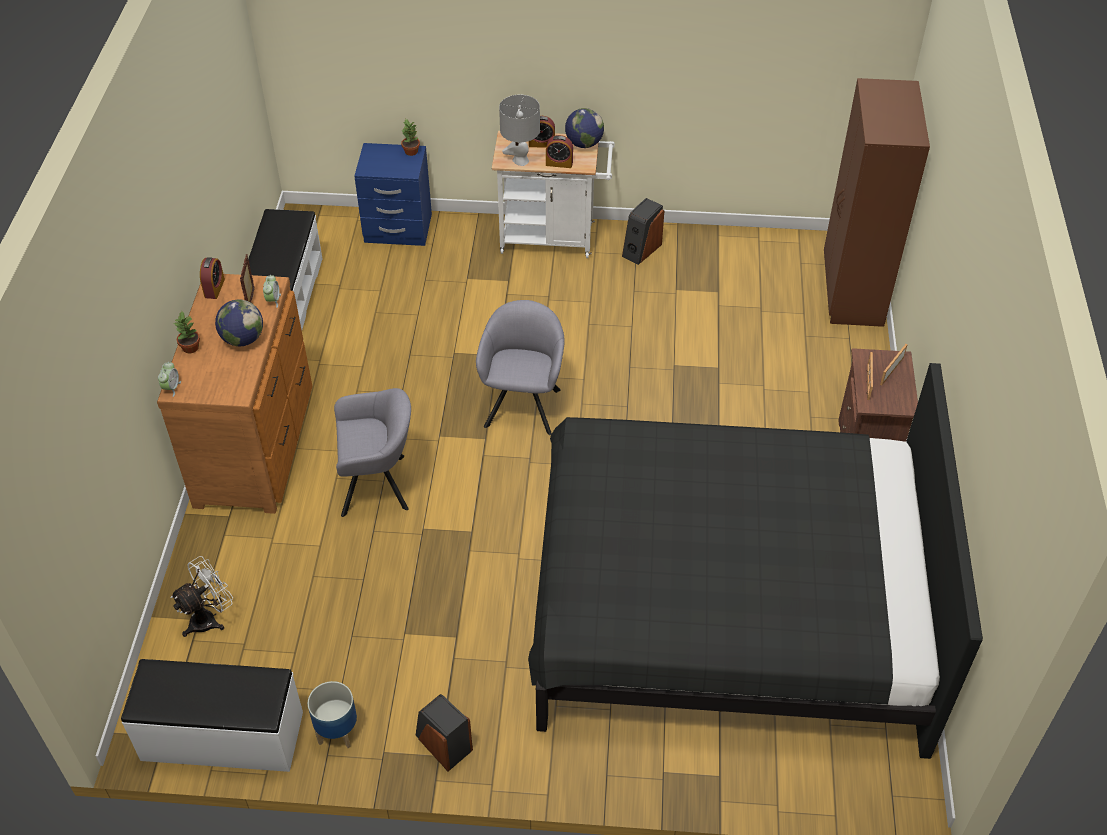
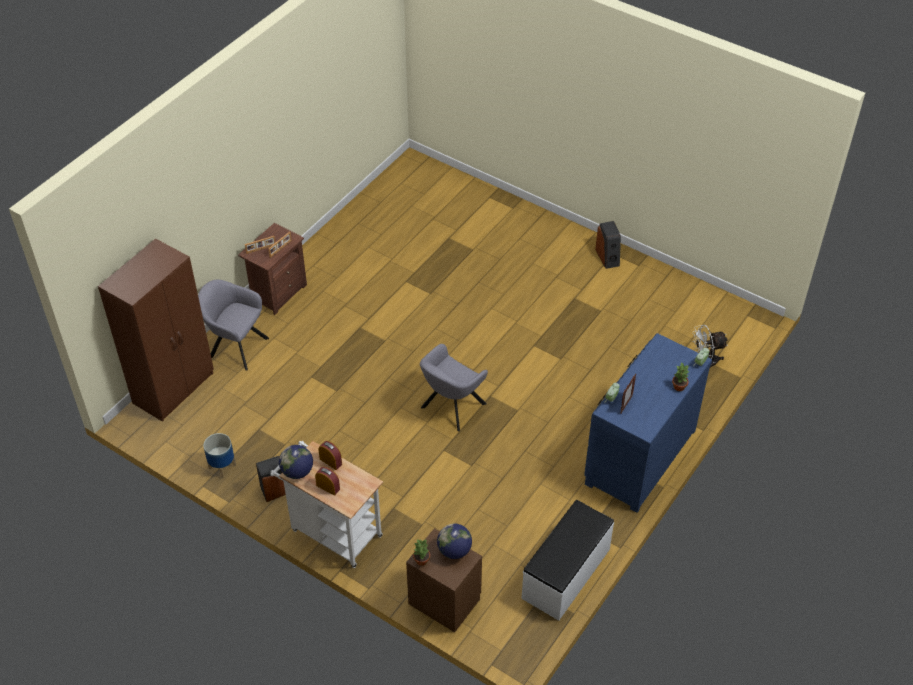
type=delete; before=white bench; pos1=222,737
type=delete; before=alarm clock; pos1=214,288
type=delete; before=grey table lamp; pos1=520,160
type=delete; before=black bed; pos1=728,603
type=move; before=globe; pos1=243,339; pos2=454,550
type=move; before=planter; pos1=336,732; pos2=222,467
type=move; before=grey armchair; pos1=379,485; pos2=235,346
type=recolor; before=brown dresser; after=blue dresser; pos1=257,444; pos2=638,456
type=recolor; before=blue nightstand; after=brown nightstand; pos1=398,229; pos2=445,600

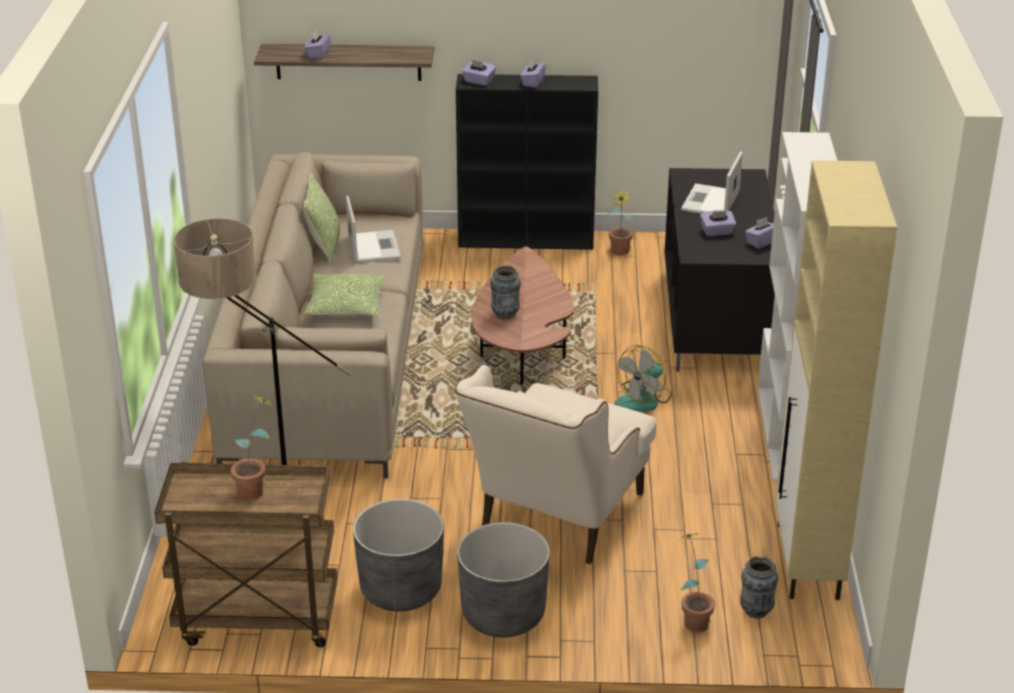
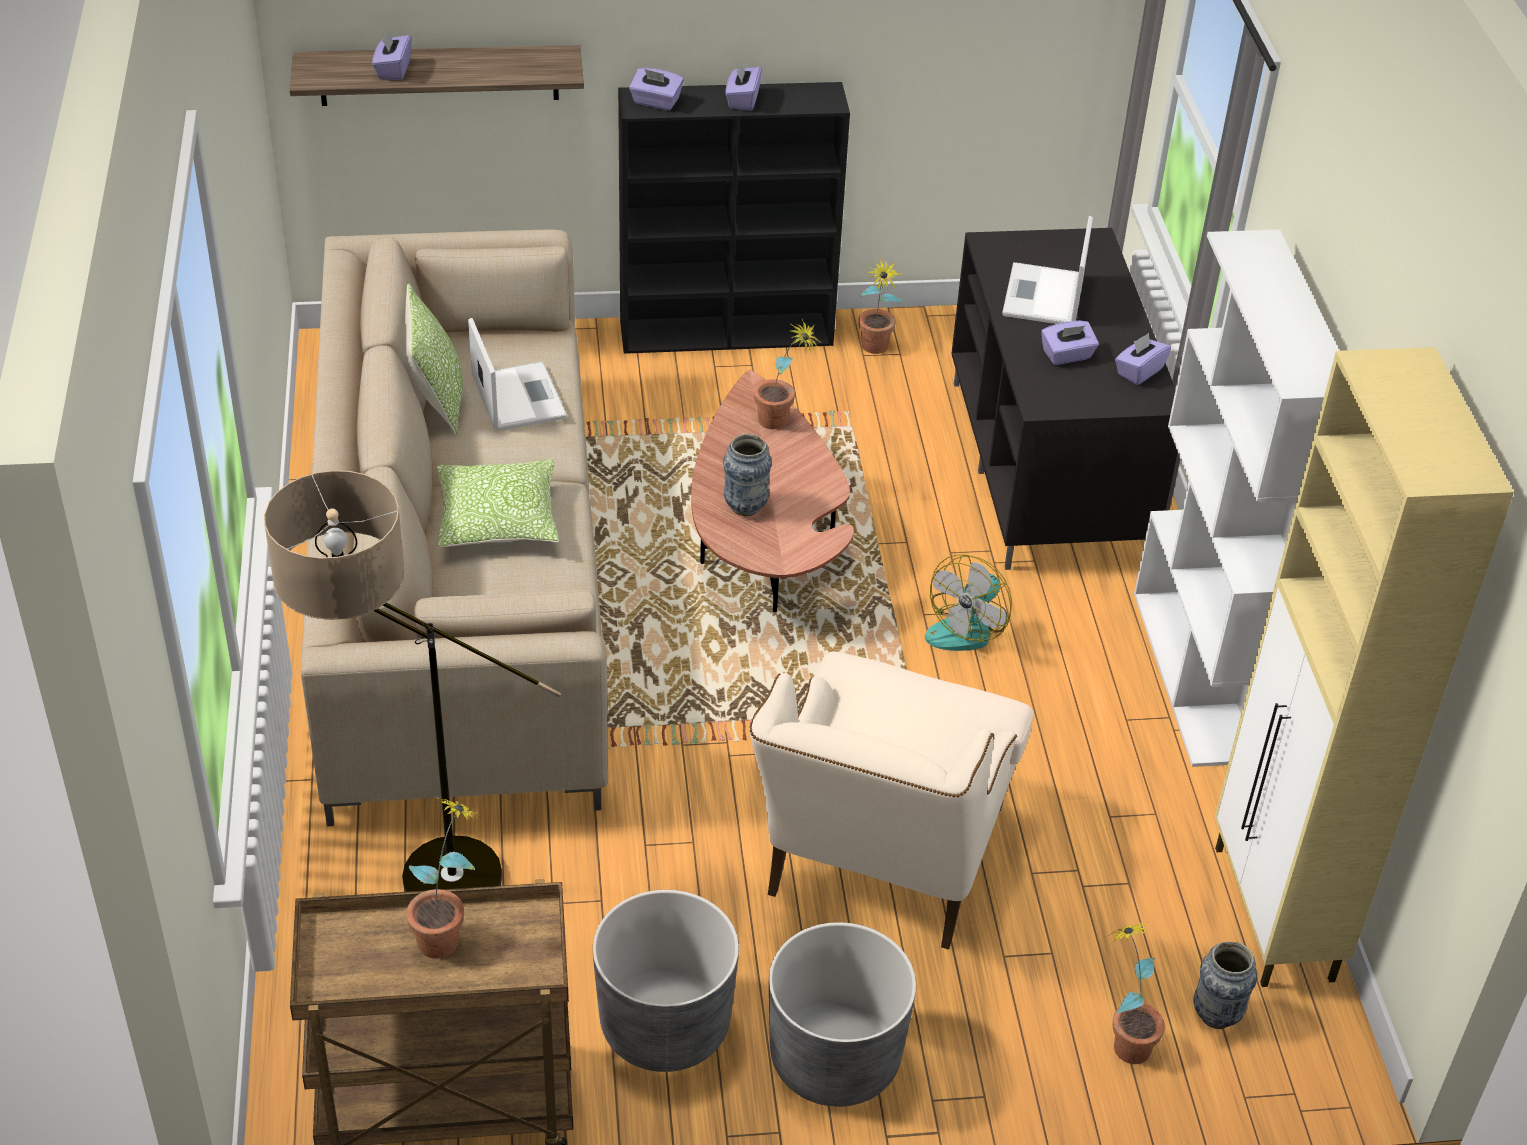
type=insert; after=potted plant; pos2=781,423

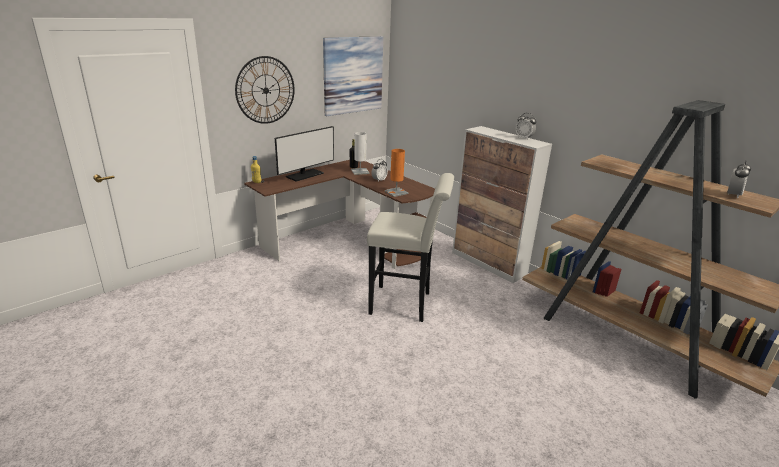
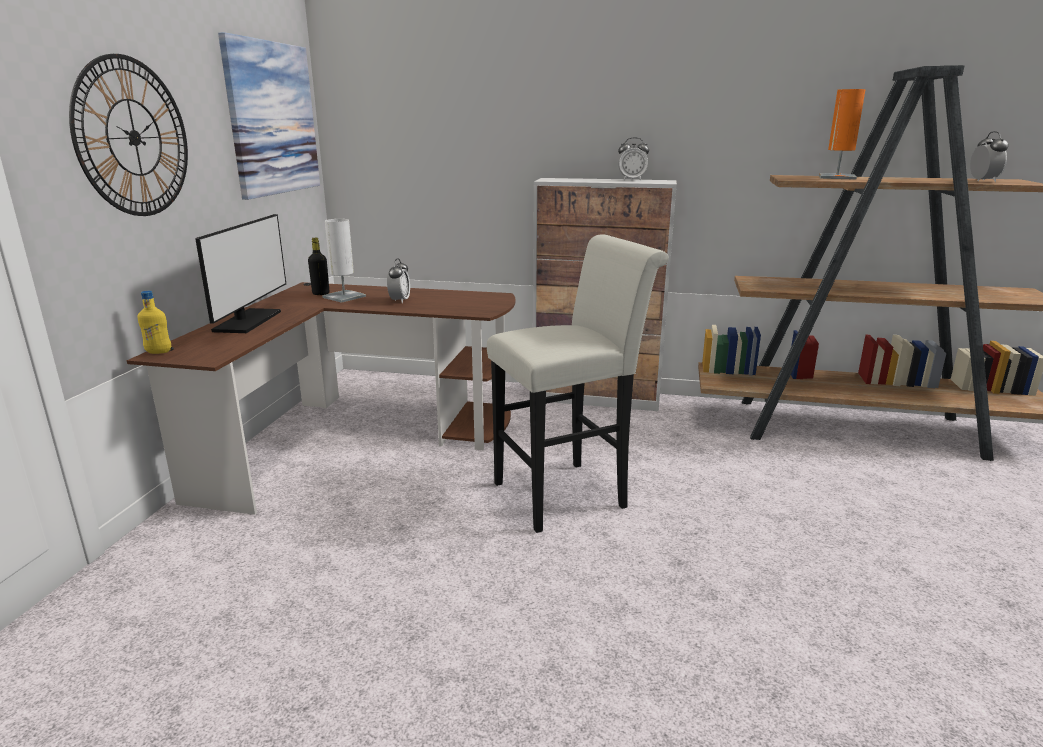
type=move; before=orange table lamp; pos1=396,192; pos2=837,177

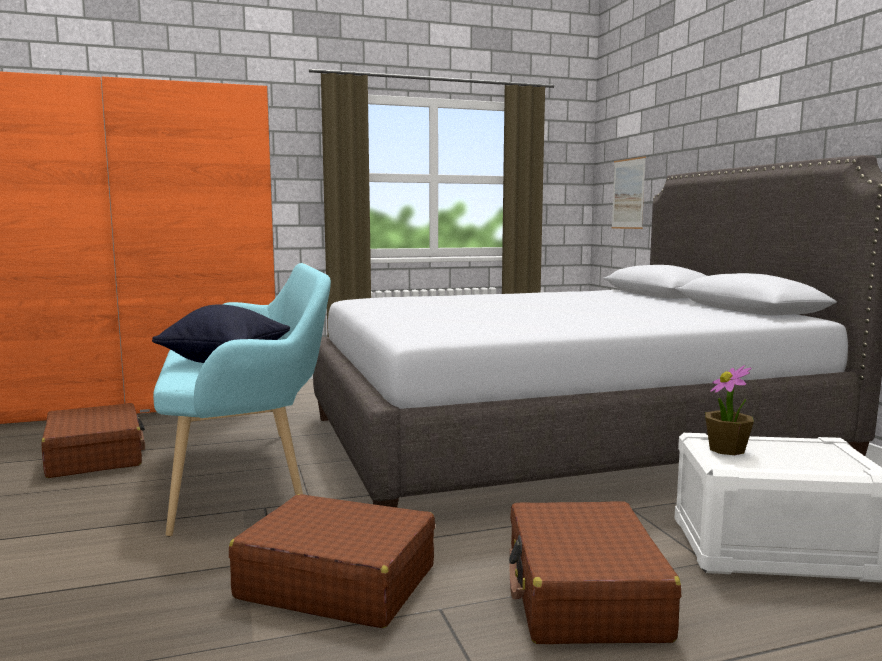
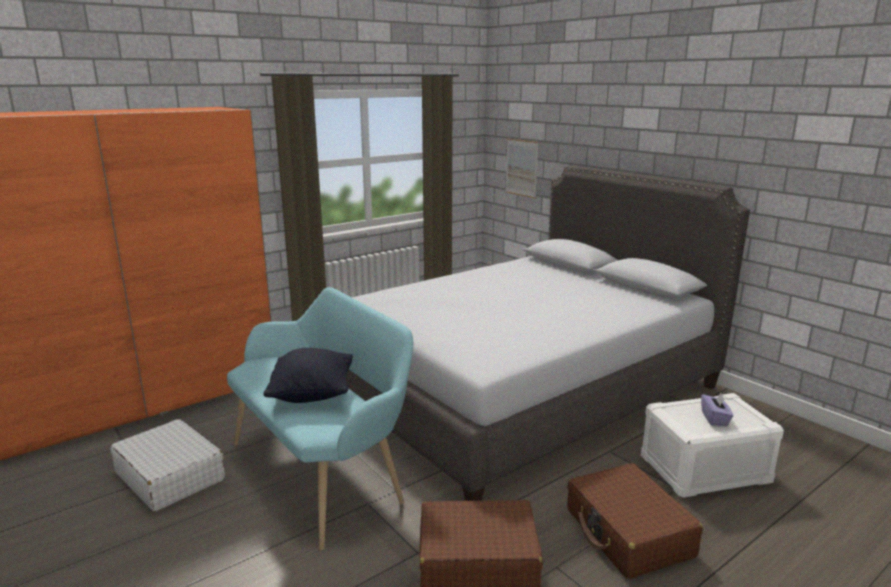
type=delete; before=potted plant; pos1=727,449
type=insert; after=purple tissue box; pos2=715,419
type=recolor; before=brown suitcase; after=white suitcase; pos1=95,456; pos2=170,476

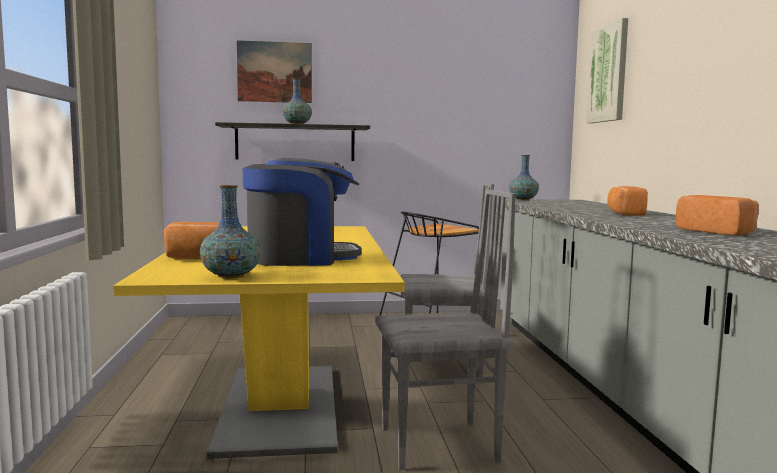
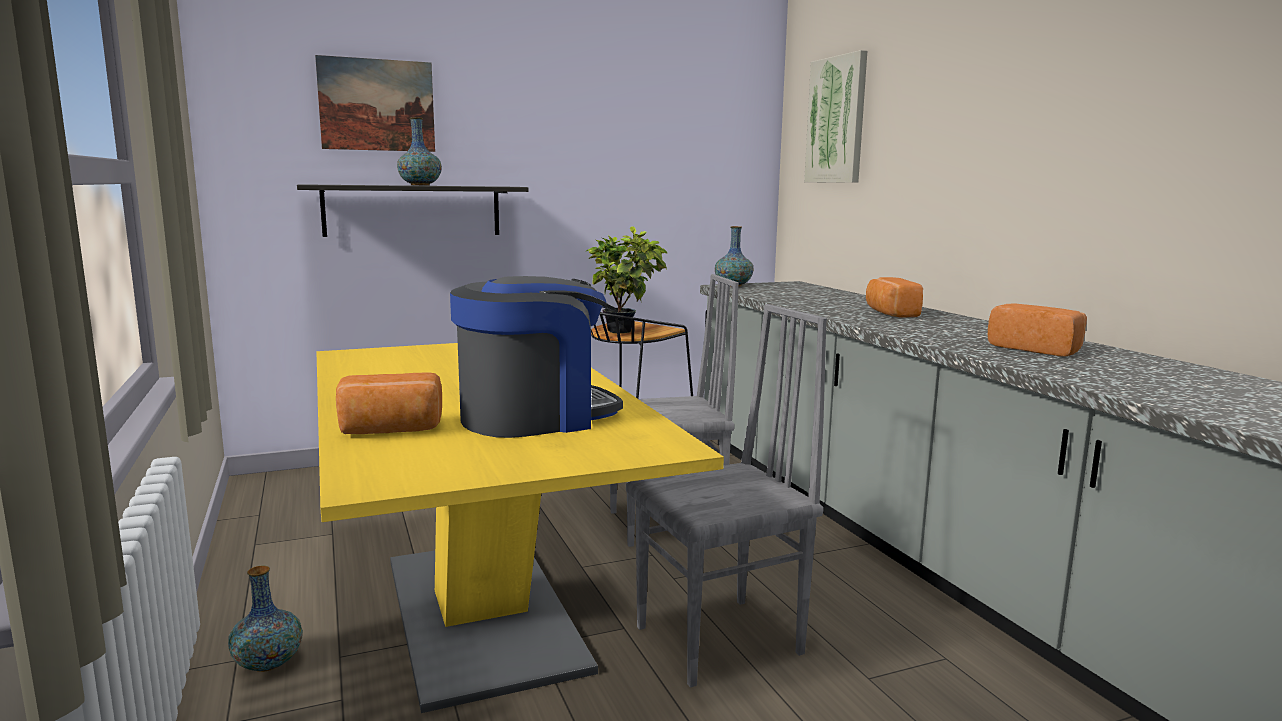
type=insert; after=potted plant; pos2=626,332
type=move; before=vase; pos1=231,276; pos2=268,663

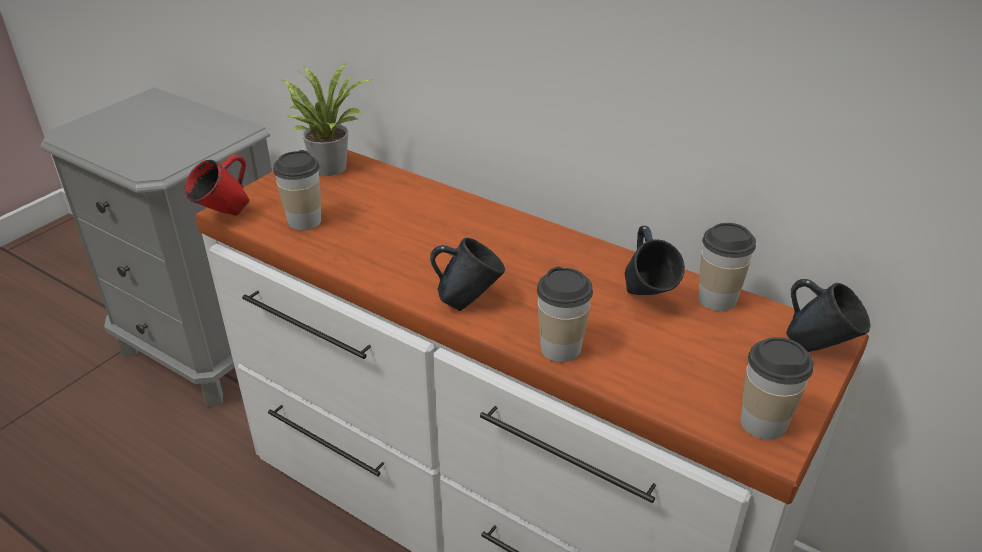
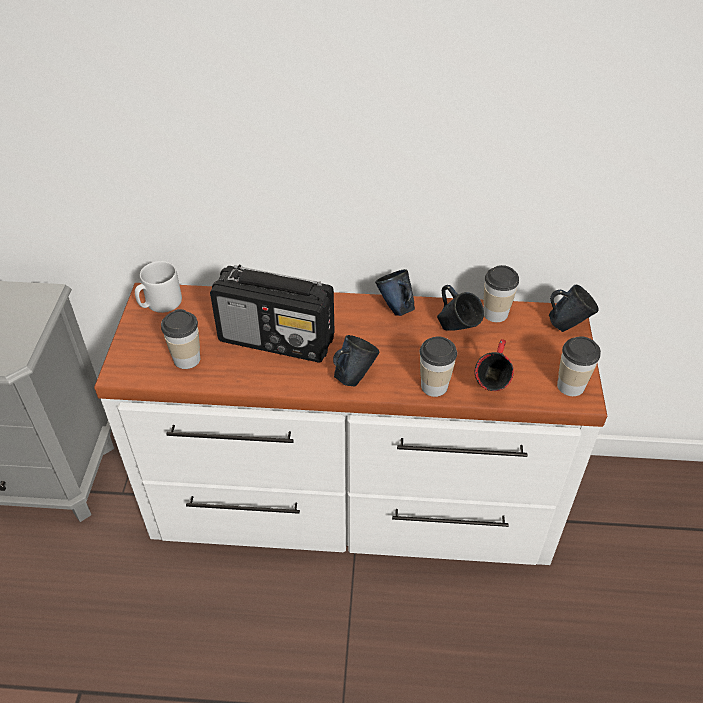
type=insert; after=radio; pos2=277,339
type=insert; after=blue mug; pos2=396,308
type=move; before=red mug; pos1=225,216; pos2=491,389
type=replace; before=potted plant; after=grey mug; pos1=329,165; pos2=160,303

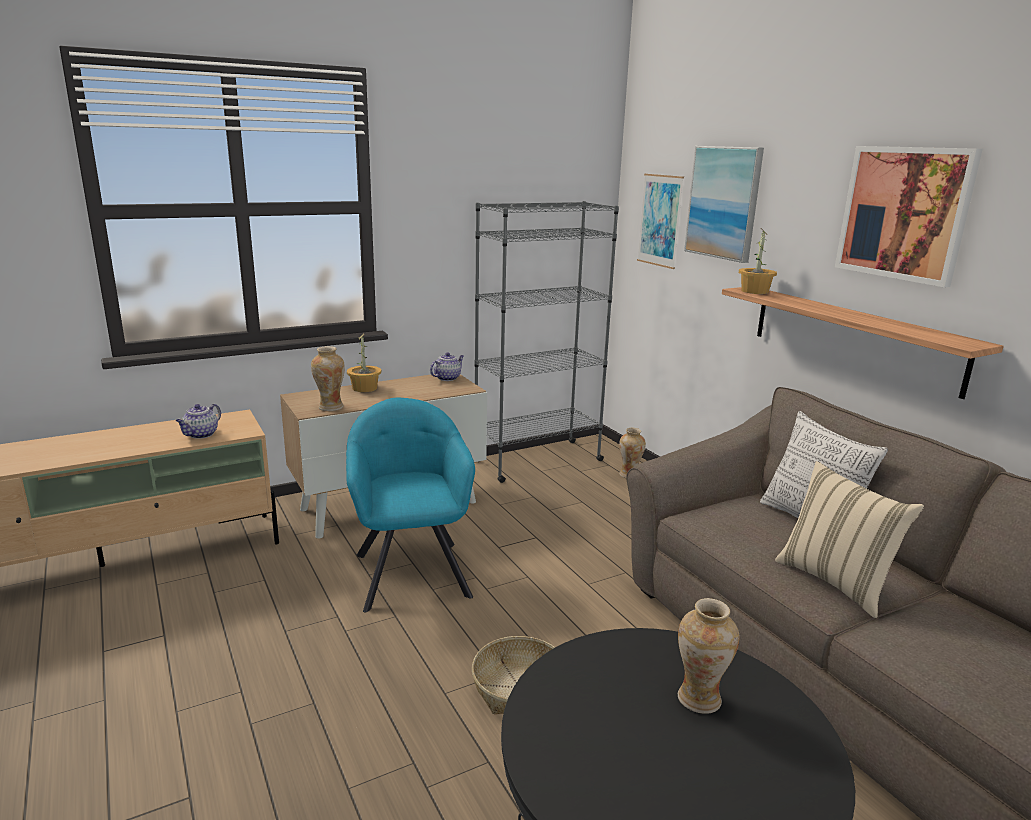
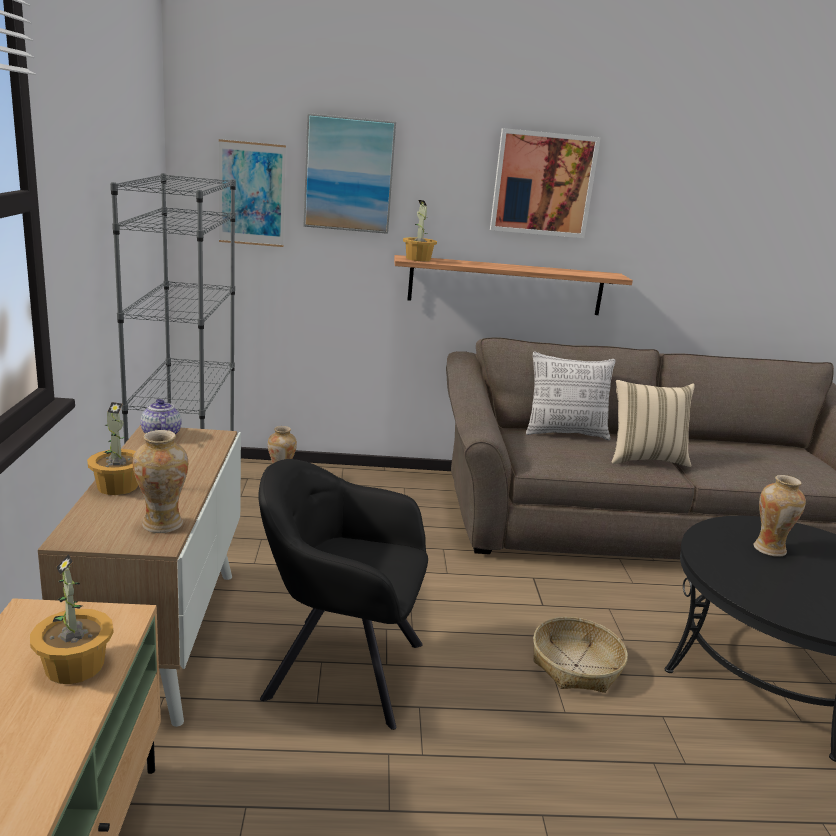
type=replace; before=teapot; after=potted plant; pos1=201,435; pos2=76,665
type=recolor; before=turquoise armchair; after=black armchair; pos1=411,571; pos2=338,668

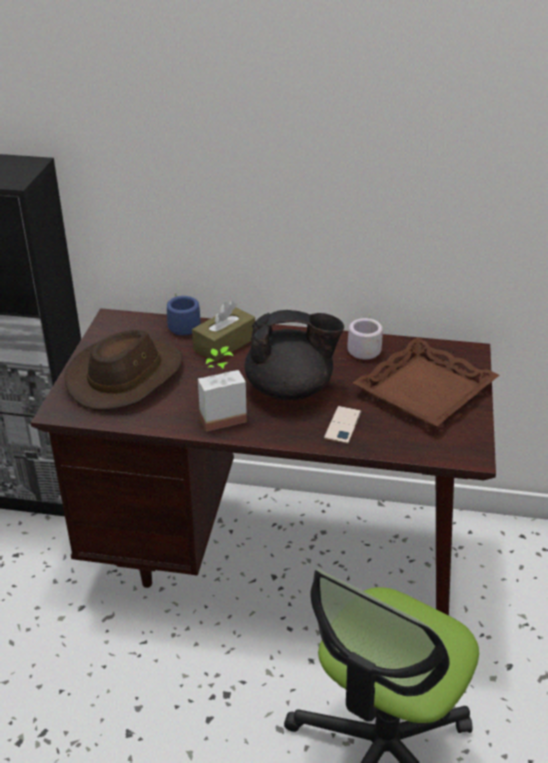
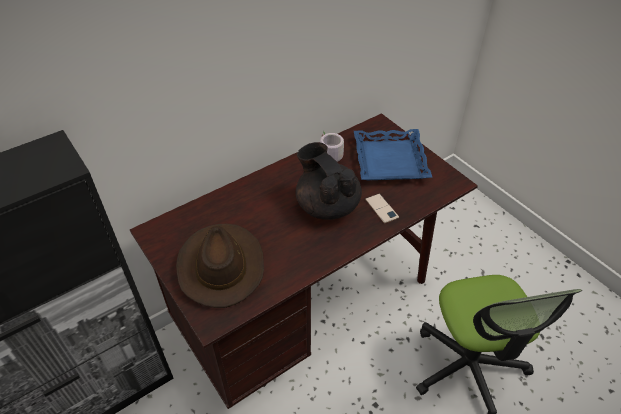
type=delete; before=blue mug; pos1=181,326
type=delete; before=brown tissue box; pos1=224,344
type=delete; before=potted plant; pos1=220,415
type=recolor; before=brown tray; after=blue tray; pos1=424,390; pos2=389,160
type=rotate; before=black teapot; pos1=291,389; pos2=327,205; turn=-75

